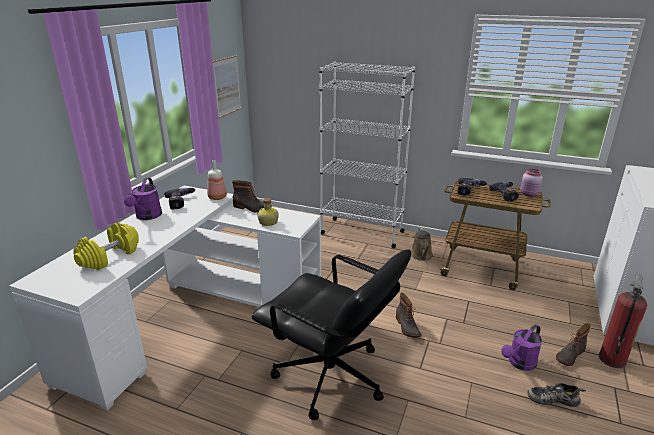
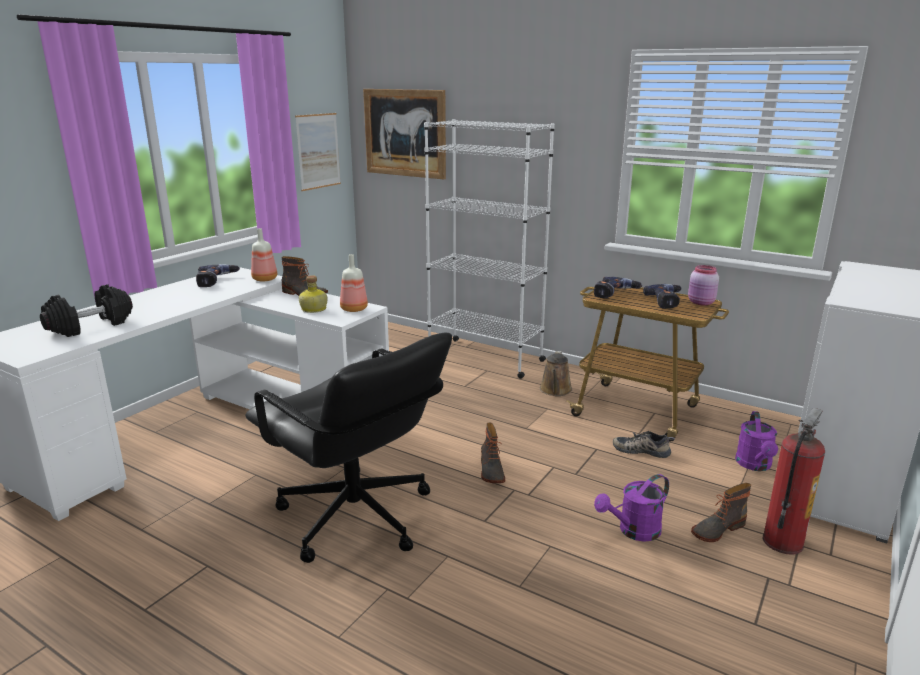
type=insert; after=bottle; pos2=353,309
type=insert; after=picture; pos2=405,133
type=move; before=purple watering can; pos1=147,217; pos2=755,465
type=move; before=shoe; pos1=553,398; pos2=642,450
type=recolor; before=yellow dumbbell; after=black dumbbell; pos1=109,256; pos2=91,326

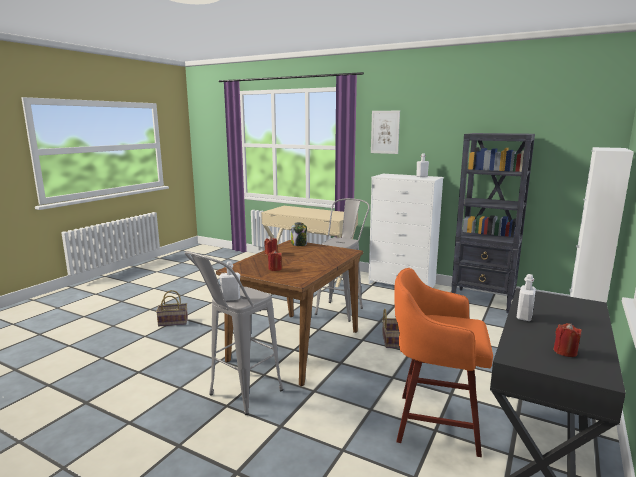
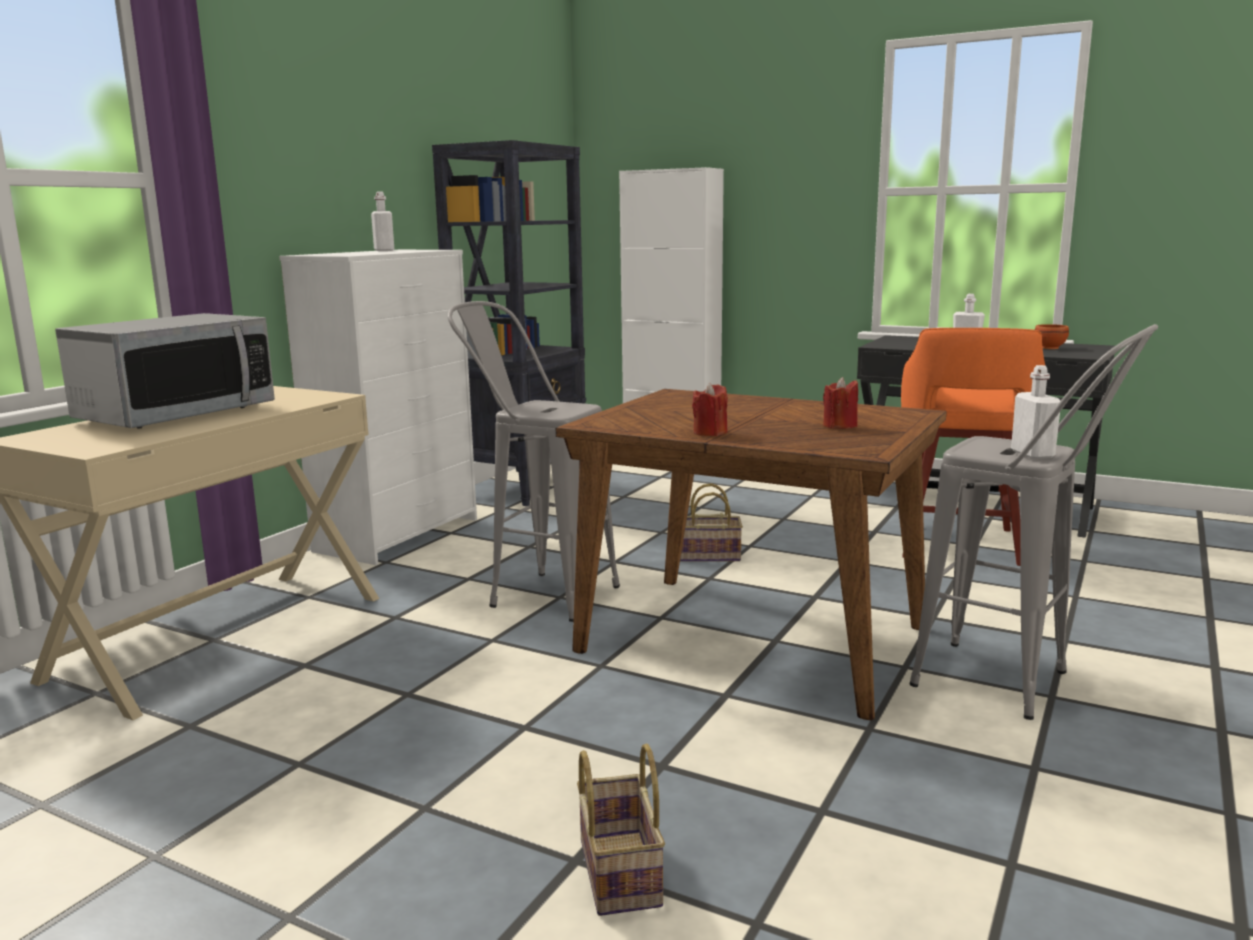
type=delete; before=jar; pos1=299,244
type=delete; before=picture; pos1=385,132
type=insert; after=microwave; pos2=176,414
type=replace; before=red candle; after=brown bowl; pos1=565,352; pos2=1050,348

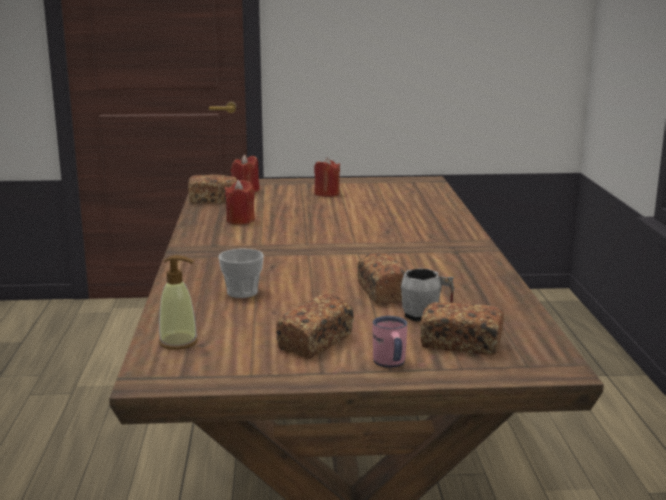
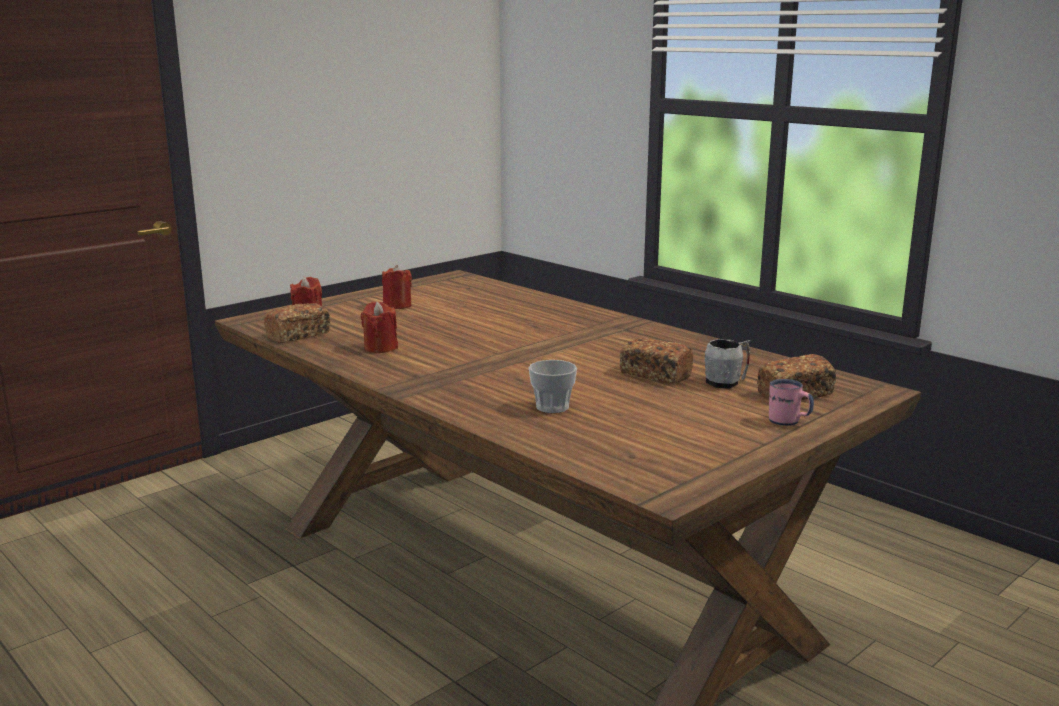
type=delete; before=soap dispenser; pos1=178,342
type=delete; before=bread; pos1=315,342

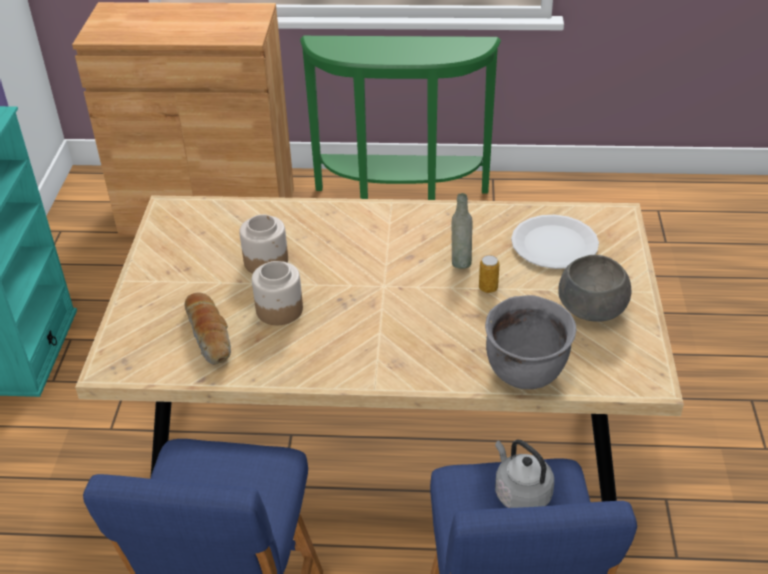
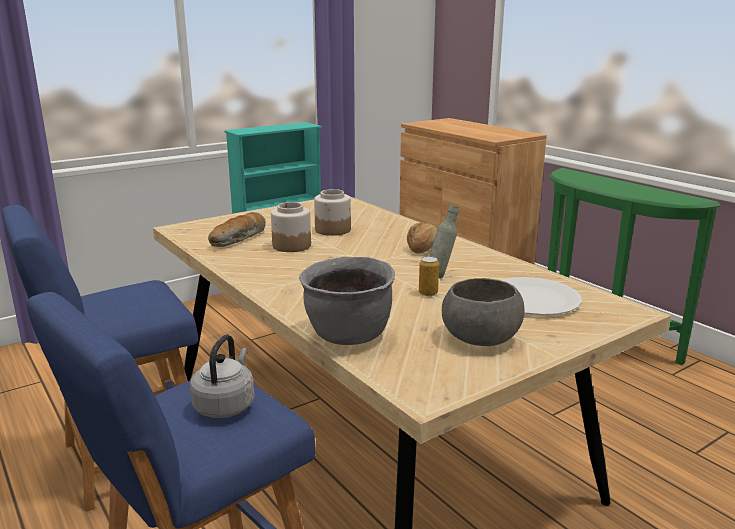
type=insert; after=bread; pos2=422,248

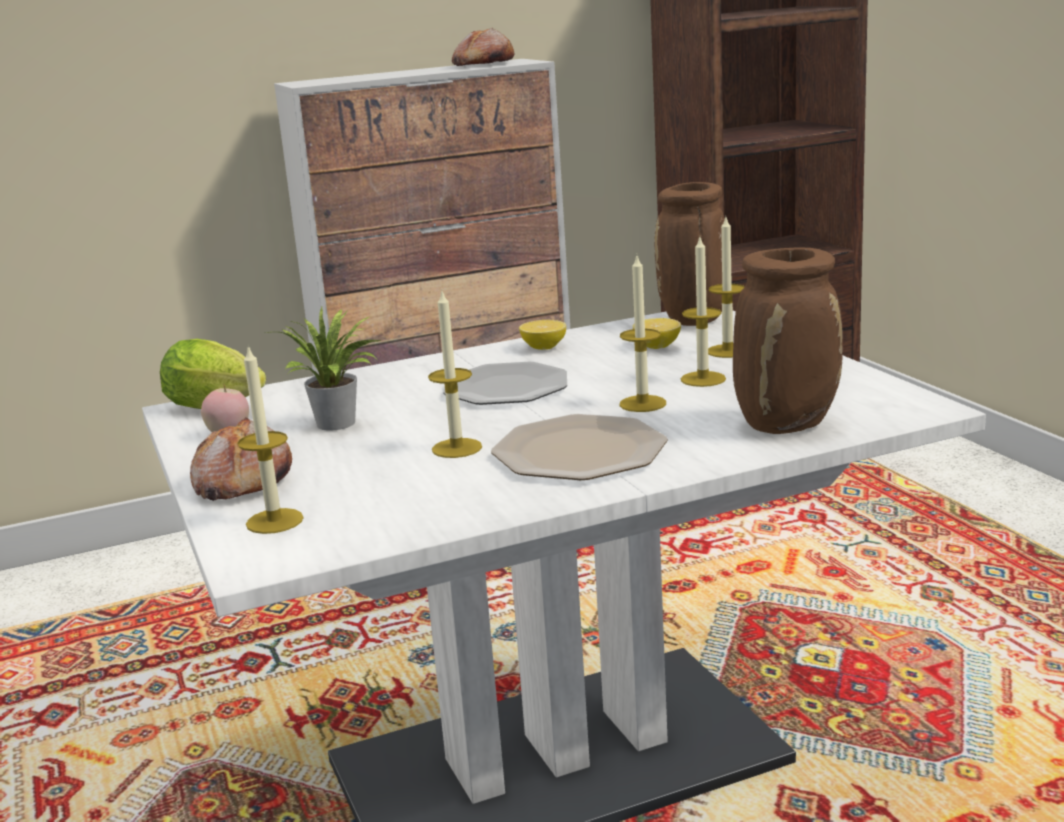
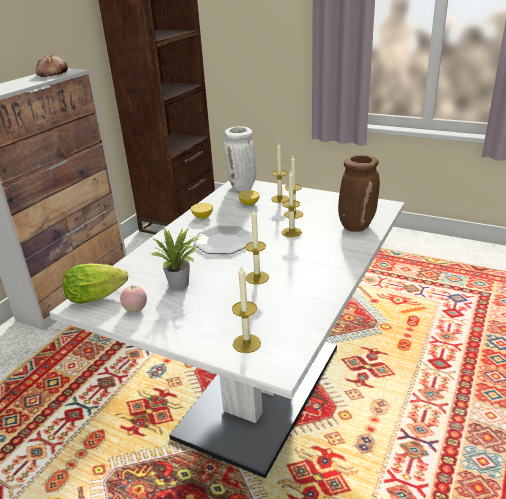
type=delete; before=bread; pos1=241,482
type=delete; before=plate; pos1=580,452
type=recolor; before=brown vase; after=white vase; pos1=695,321; pos2=243,188

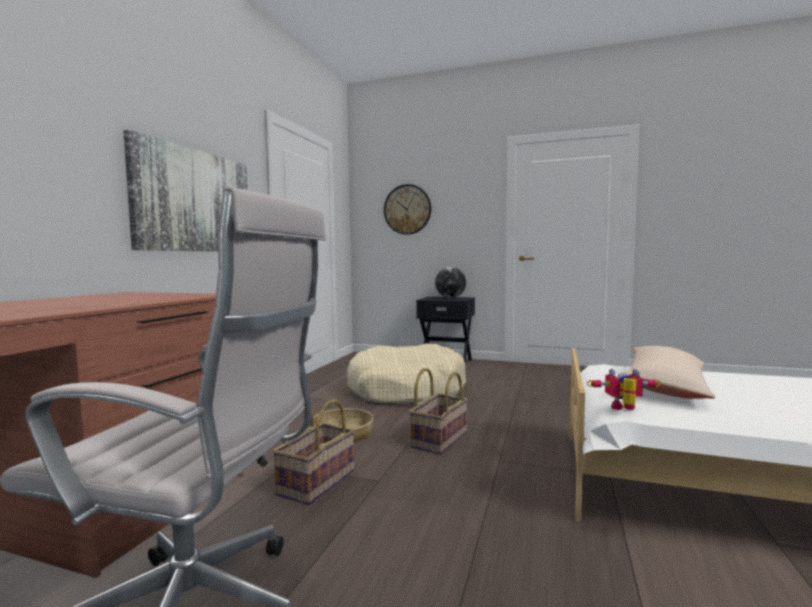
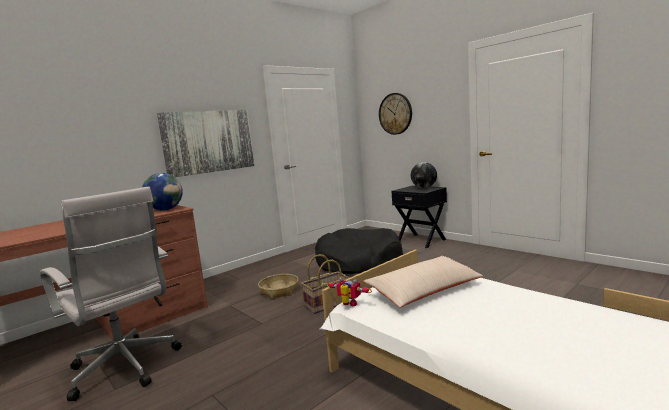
type=delete; before=basket; pos1=316,482
type=insert; after=globe; pos2=165,210
type=recolor; before=beige dog bed; after=black dog bed; pos1=406,389; pos2=359,262

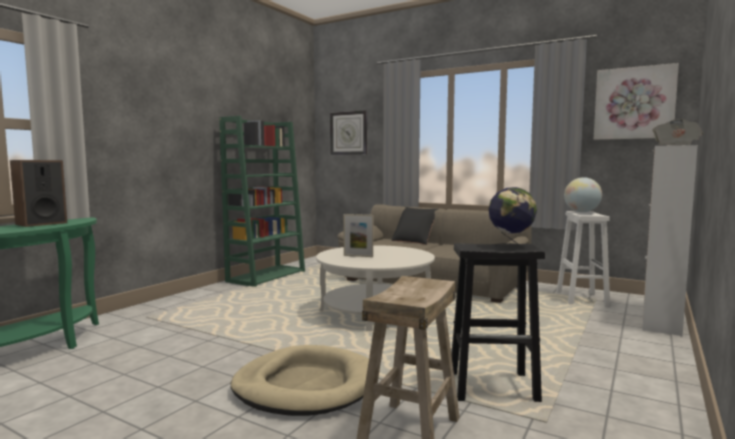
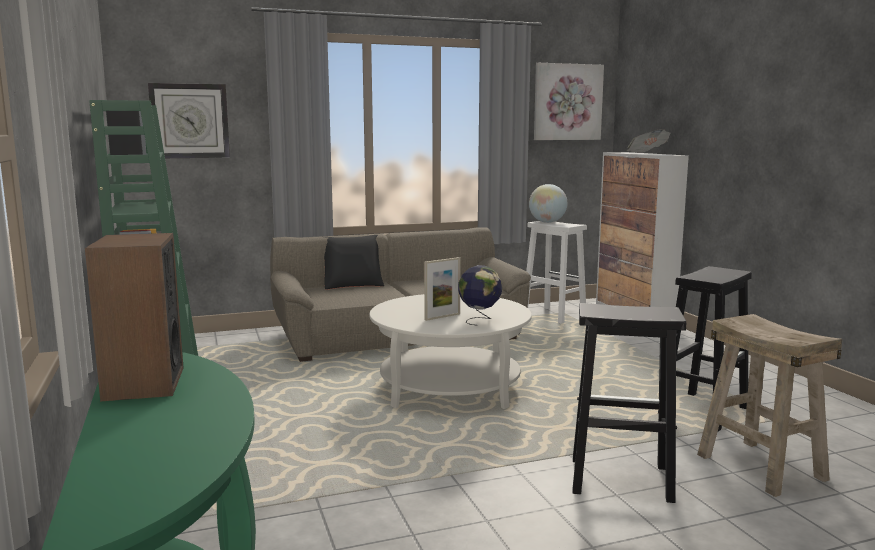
type=move; before=globe; pos1=511,245; pos2=479,320
type=replace; before=beige dog bed; after=black stool; pos1=305,386; pos2=618,479

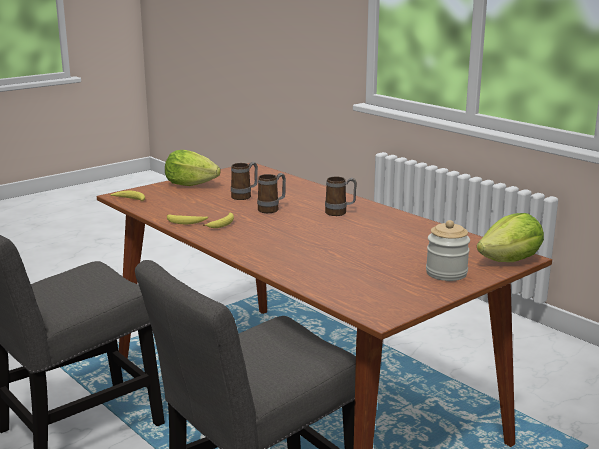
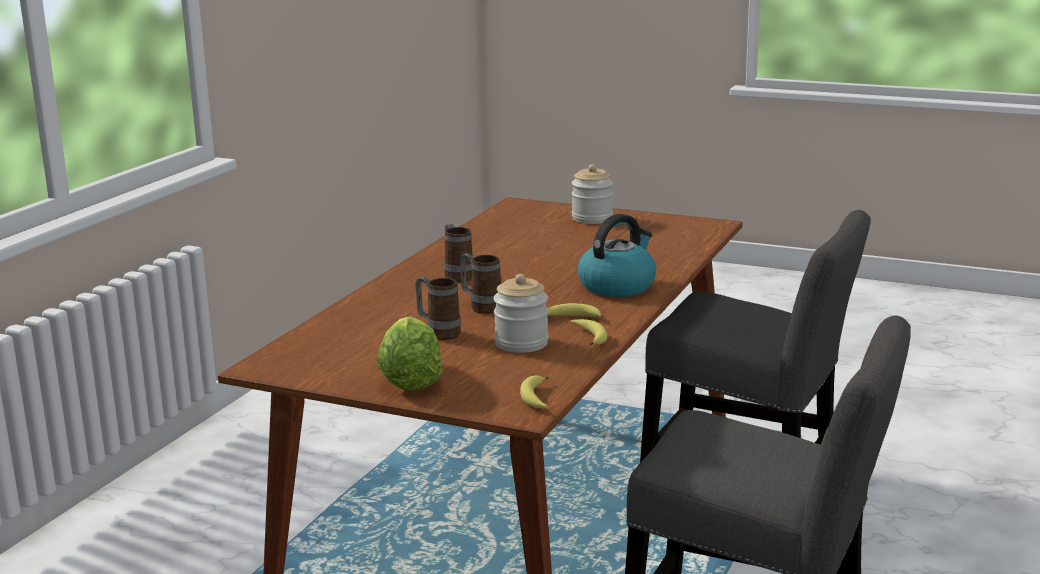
type=delete; before=lettuce; pos1=510,261
type=insert; after=jar; pos2=521,343
type=insert; after=kettle; pos2=617,286

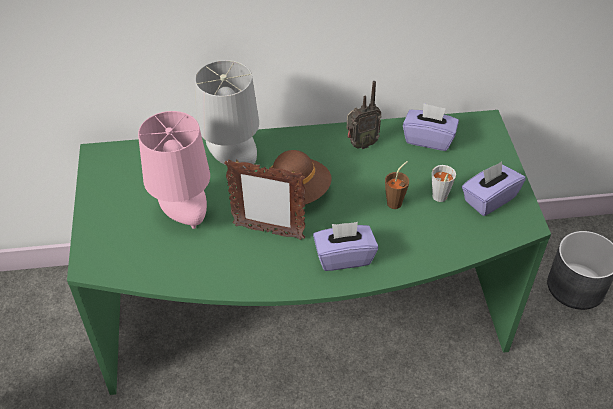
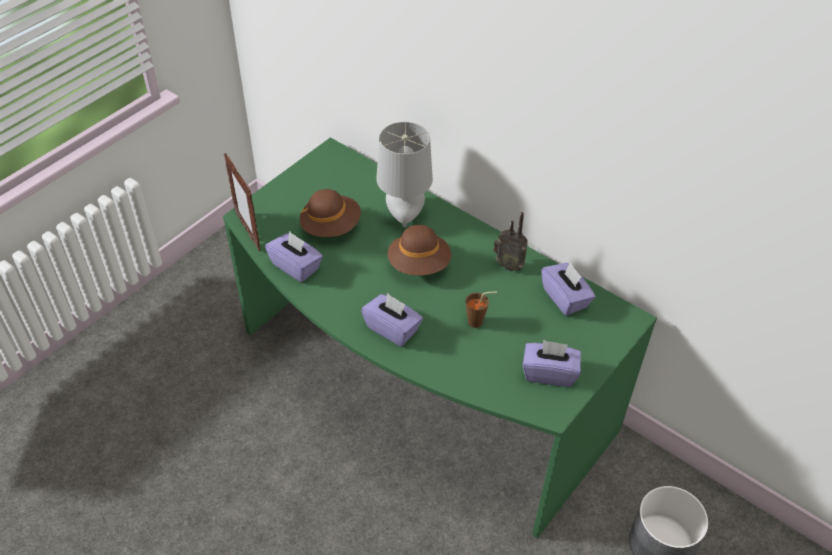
type=delete; before=grey cup; pos1=438,199
type=insert; after=purple tissue box; pos2=296,266
type=move; before=picture frame; pos1=268,232; pos2=248,231
type=replace; before=pink table lamp; after=brown hat; pos1=183,216; pos2=331,226

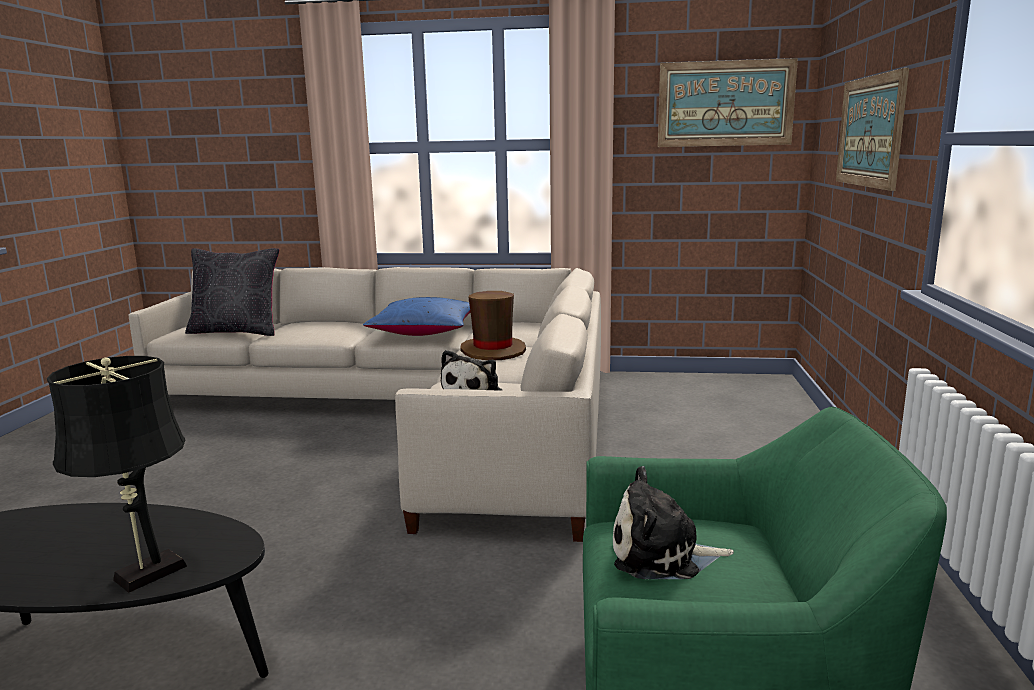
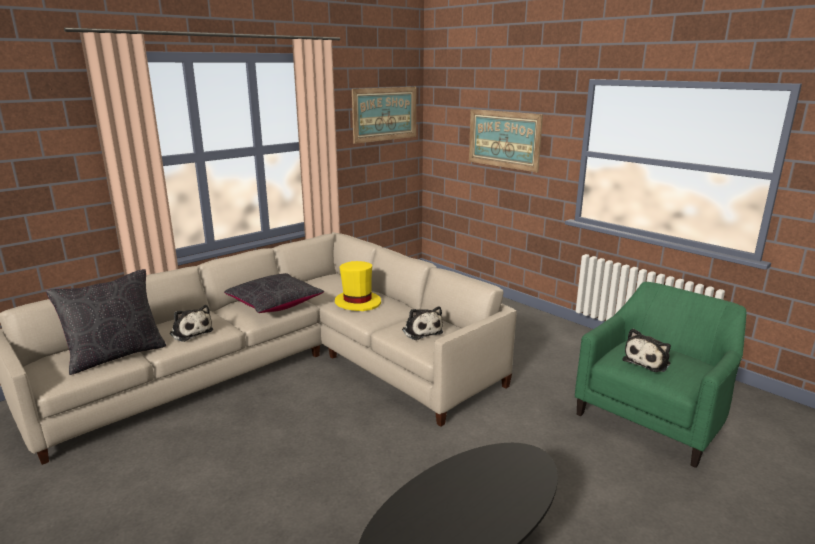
type=delete; before=black table lamp; pos1=143,576
type=insert; after=plush toy; pos2=190,332
type=recolor; before=blue pillow; after=black pillow; pos1=424,331; pos2=275,304
type=recolor; before=brown hat; after=yellow hat; pos1=493,351; pos2=357,302

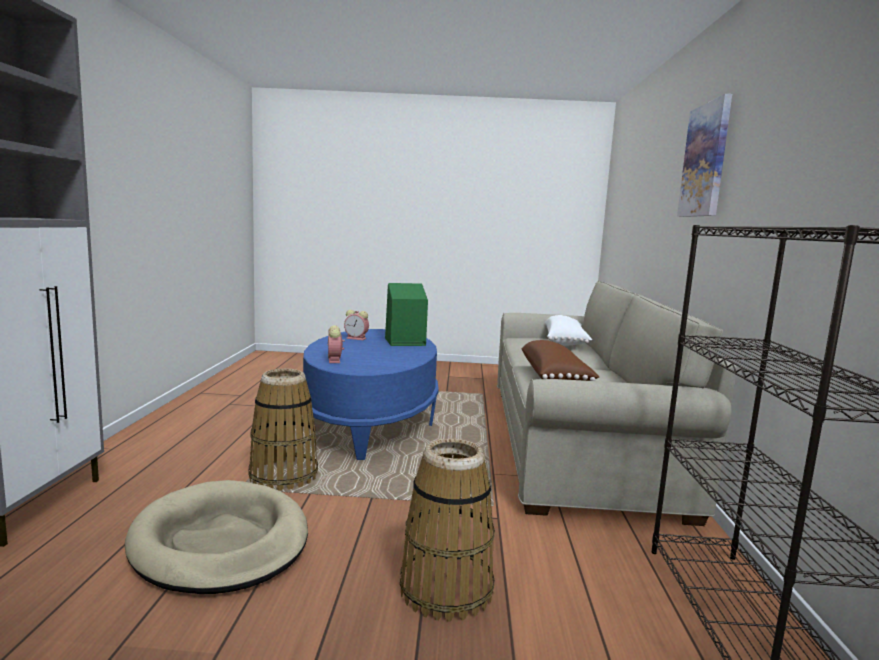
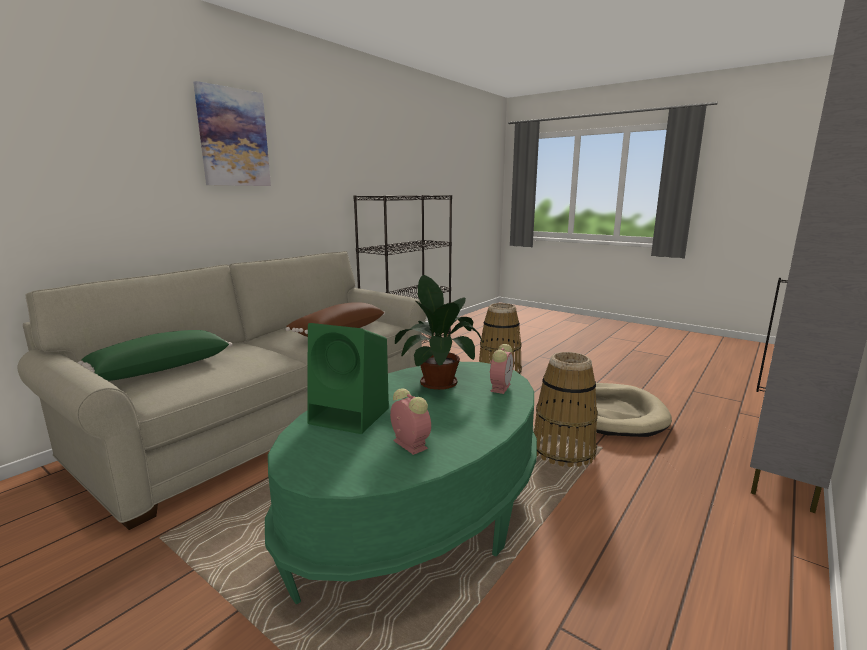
type=insert; after=potted plant; pos2=438,380
type=recolor; before=blue coffee table; after=green coffee table; pos1=370,421; pos2=420,512
type=recolor; before=white pillow; after=green pillow; pos1=565,342; pos2=161,367

